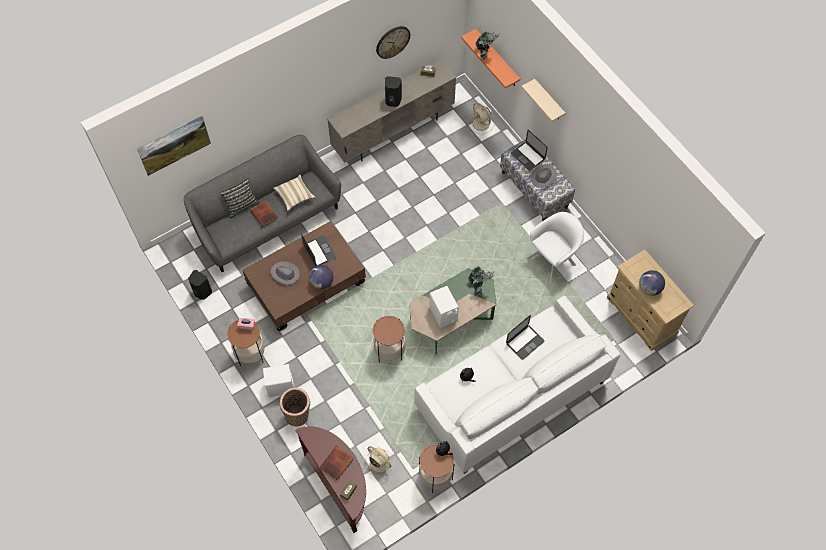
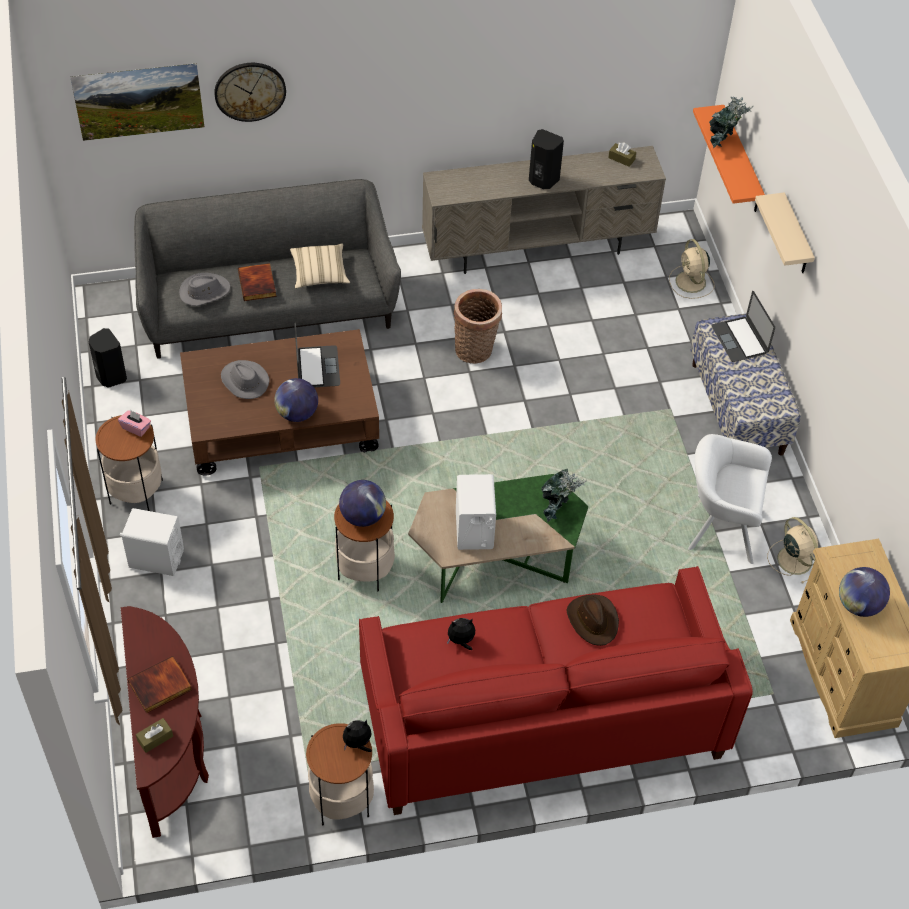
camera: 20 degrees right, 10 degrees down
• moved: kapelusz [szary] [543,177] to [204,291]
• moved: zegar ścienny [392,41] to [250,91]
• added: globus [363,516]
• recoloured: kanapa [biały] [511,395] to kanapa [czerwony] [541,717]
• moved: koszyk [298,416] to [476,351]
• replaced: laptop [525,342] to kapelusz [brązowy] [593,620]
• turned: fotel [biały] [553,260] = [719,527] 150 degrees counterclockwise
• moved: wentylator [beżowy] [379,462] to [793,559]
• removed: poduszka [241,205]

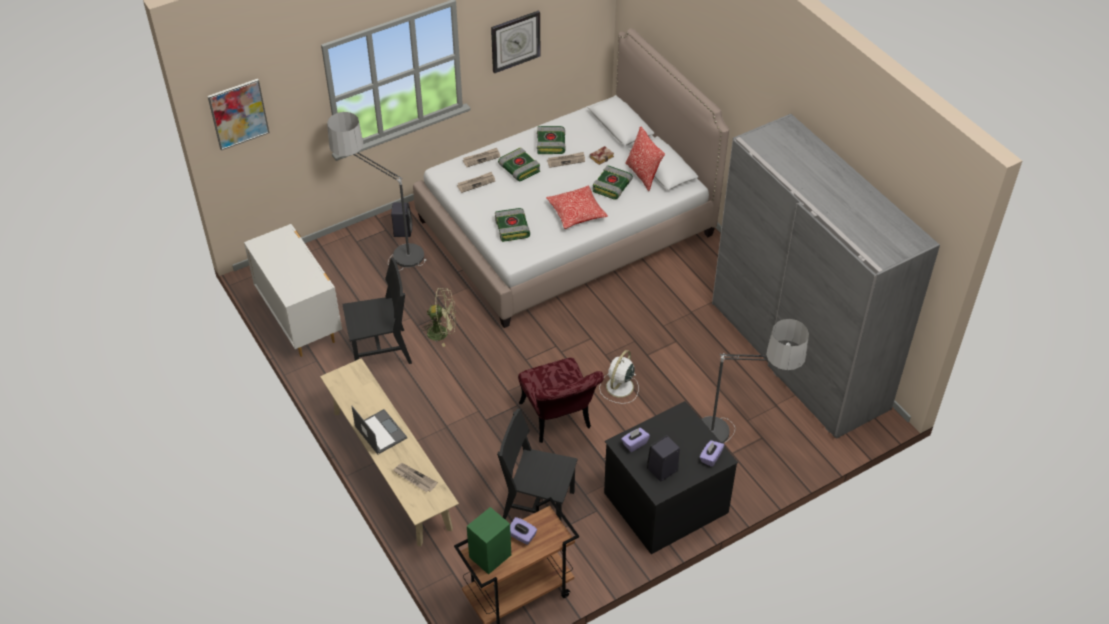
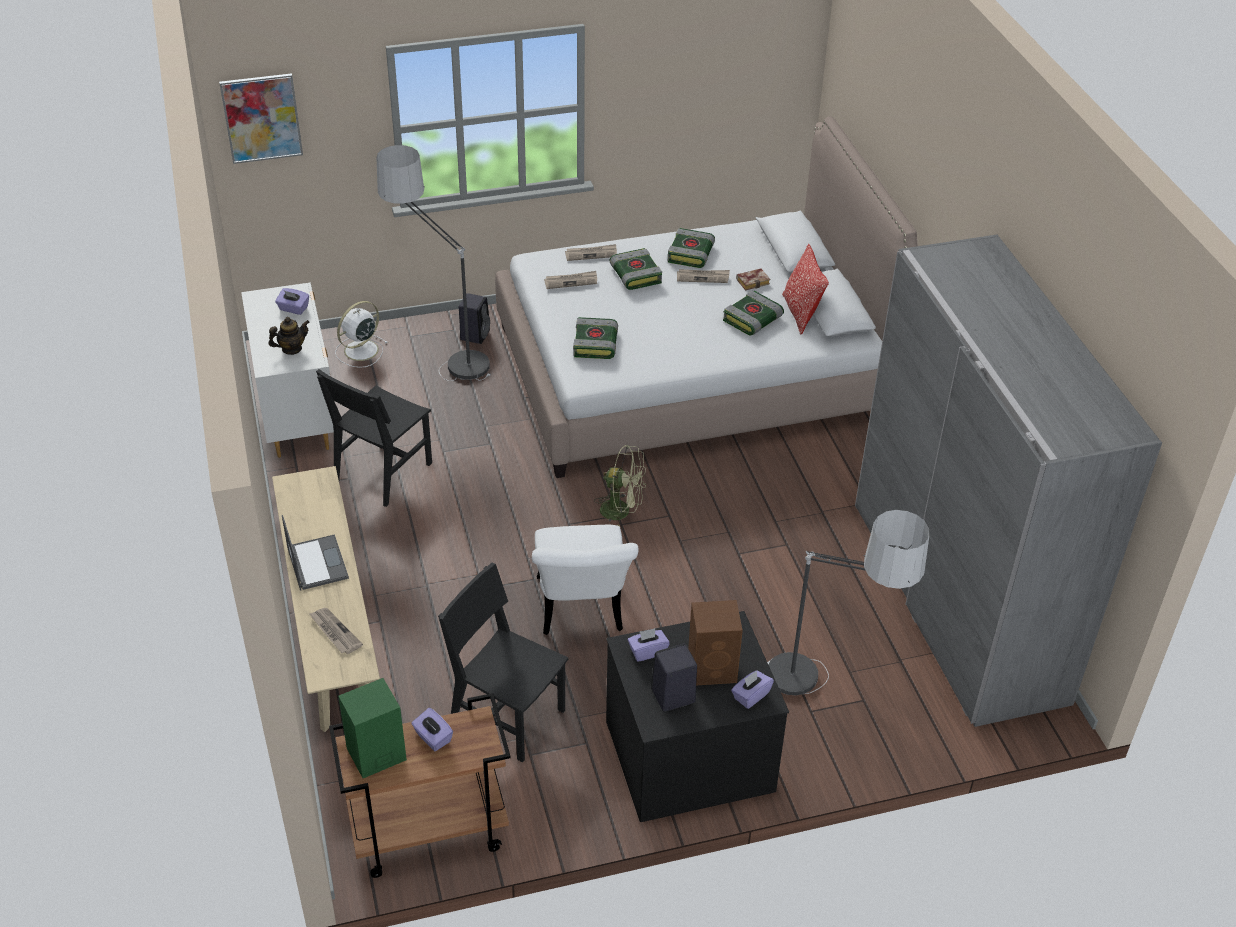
camera: 15 degrees right, 5 degrees down
• added: imbryk [291,349]
• added: pudełko chusteczek [fioletowy] [293,309]
• turned: krzesło [czarny] [381,351] = [383,472] 120 degrees clockwise
• moved: wentylator [biały] [619,387] to [360,351]
• recoloured: krzesło [czerwony] [558,421] to krzesło [biały] [581,612]
• moved: wentylator [zielony] [442,332] to [622,511]
• added: głośnik [brązowy] [713,668]
• removed: zegar ścienny [515,41]
• removed: poduszka [576,213]

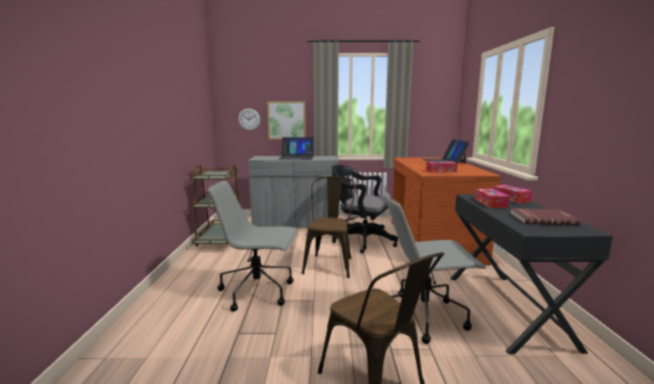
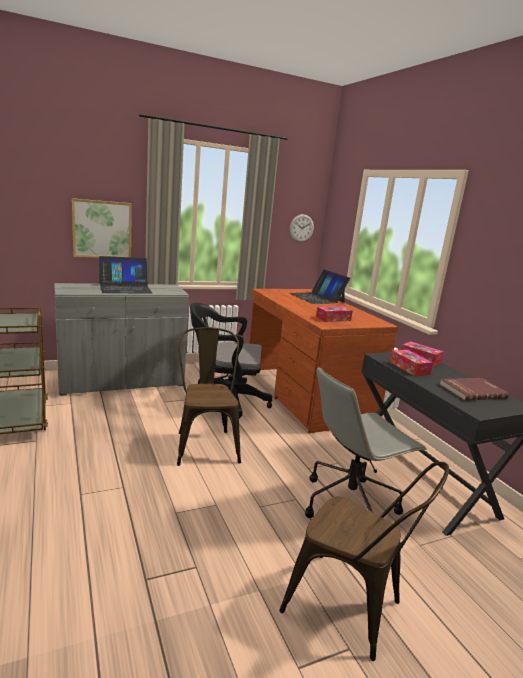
camera: 25 degrees left, 5 degrees up
• moved: zegar ścienny [249,119] to [301,228]
• removed: krzesło biurowe [szary] [258,292]

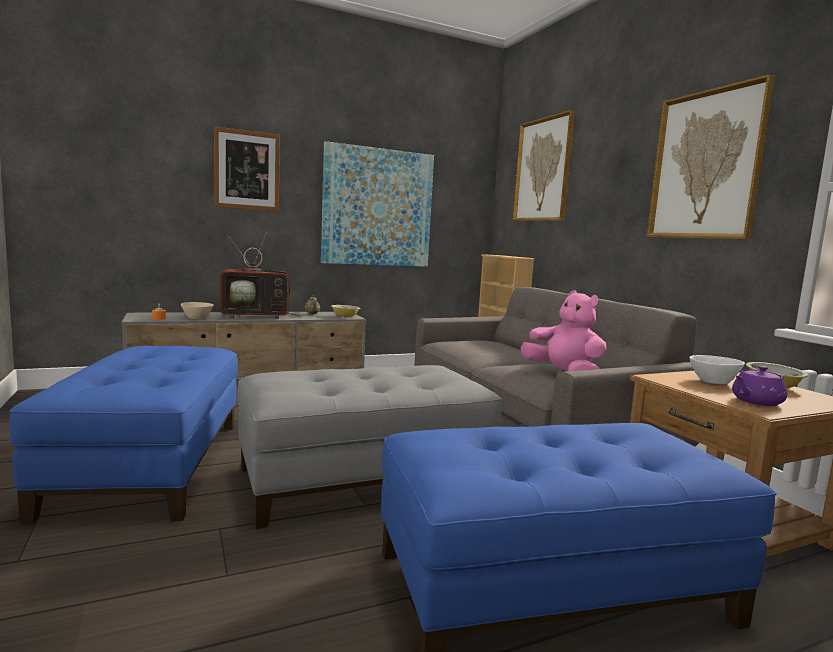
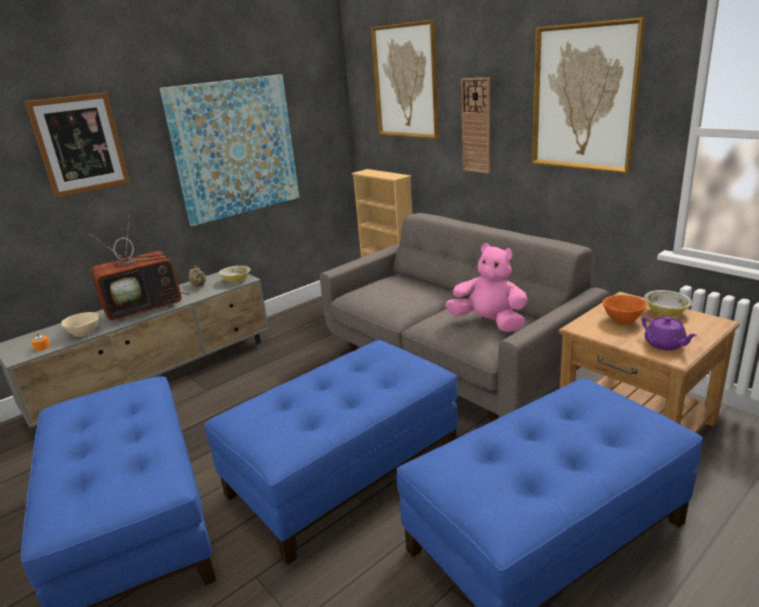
camera: 15 degrees left, 15 degrees up
• recoloured: pufa [szary] [363,478] to pufa [niebieski] [343,470]
• added: zegar ścienny [476,126]
• recoloured: miska [biały] [712,381] to miska [pomarańczowy] [622,319]
• turned: imbryk [fioletowy] [756,402] = [665,344] 75 degrees counterclockwise

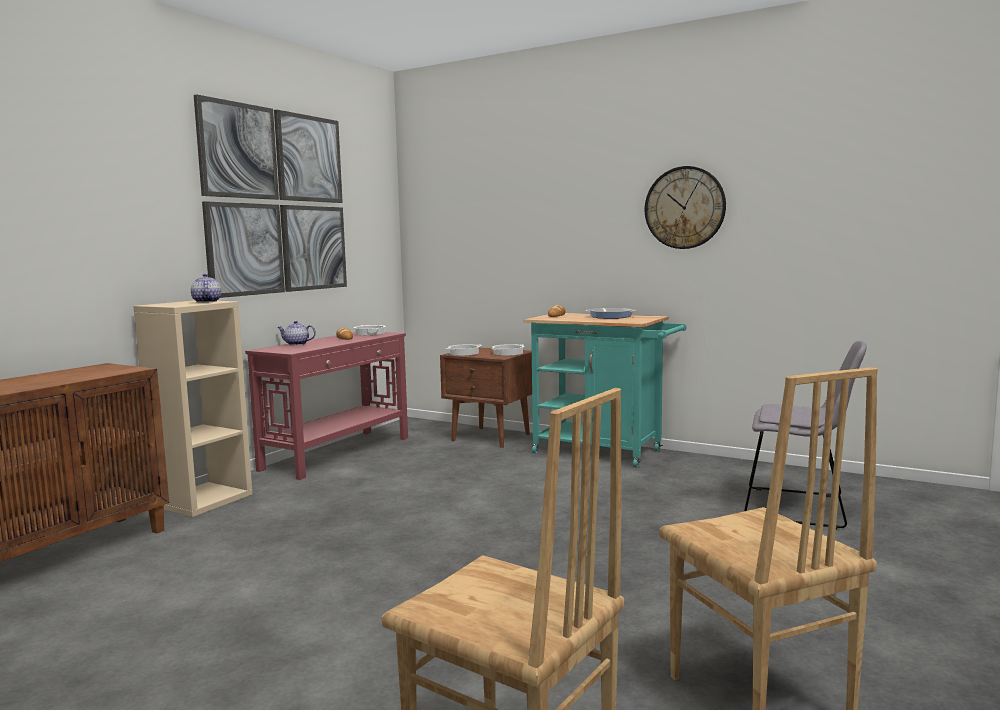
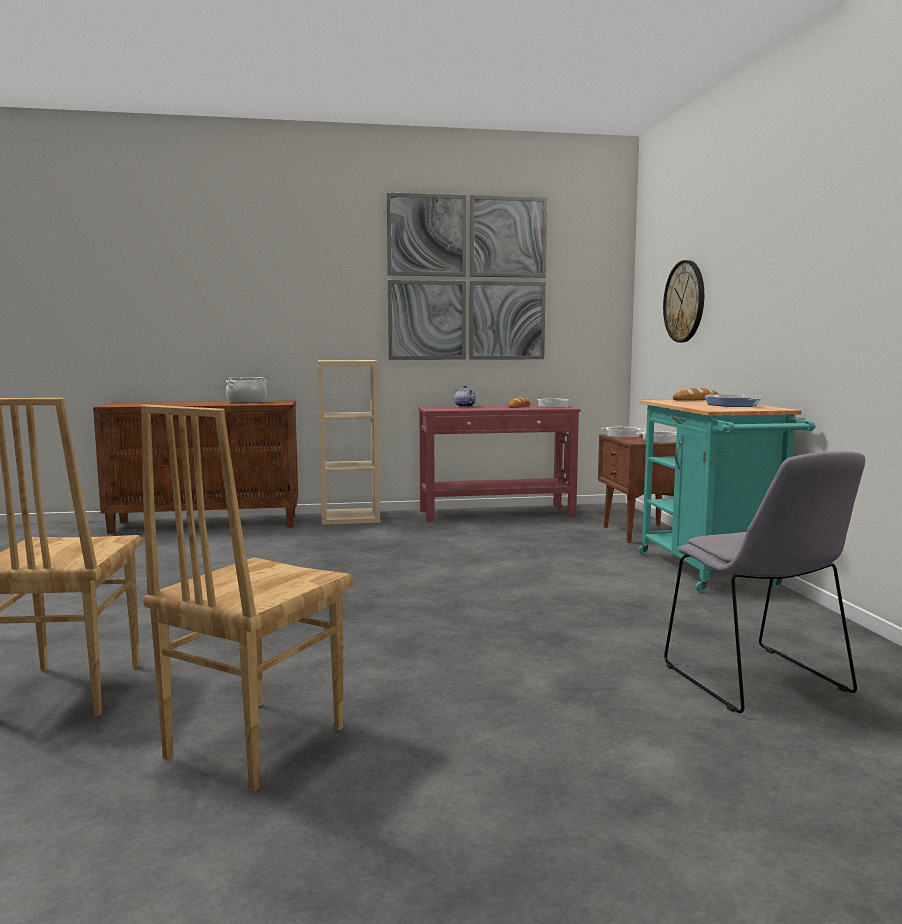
camera: 50 degrees right, 0 degrees up
• added: garnek [247,402]
• moved: zegar ścienny [684,208] to [684,301]
• removed: imbryk [206,302]

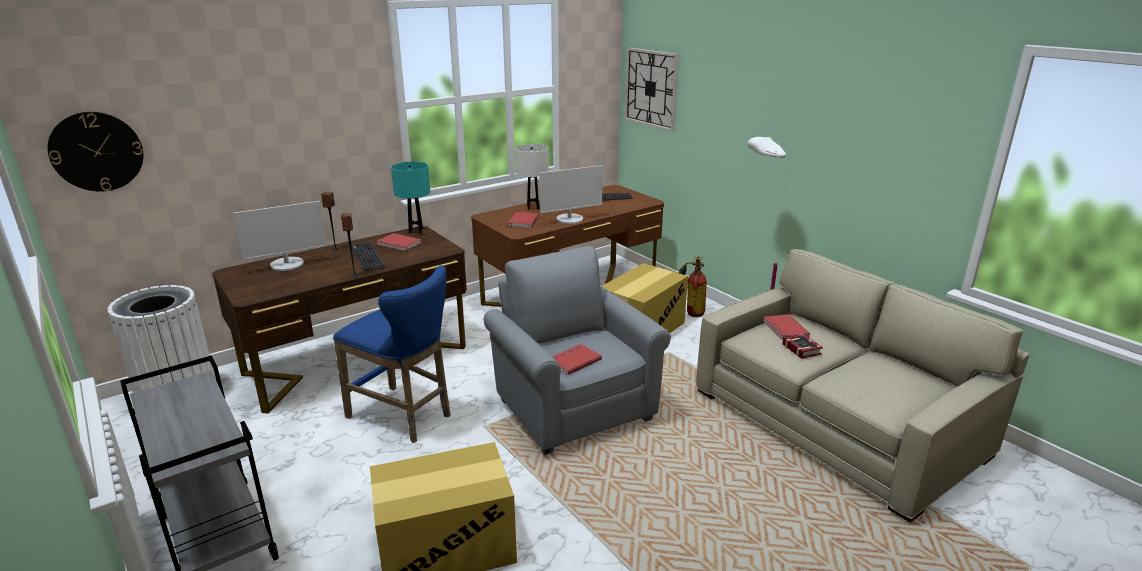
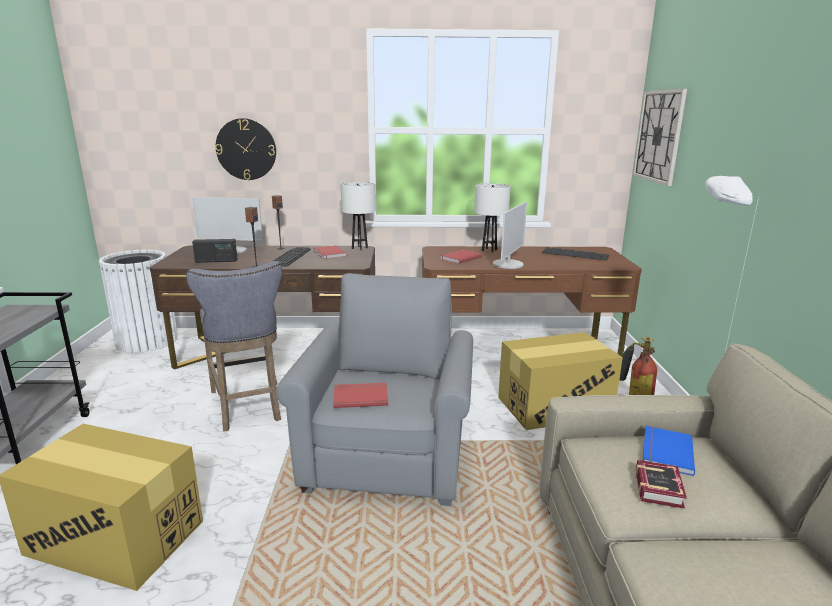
camera: 35 degrees right, 5 degrees down
• recoloured: stołek [niebieski] [404,417] to stołek [szary] [247,407]
• added: radio [216,261]
• moved: zegar ścienny [96,151] to [246,149]
• recoloured: lampa stołowa [turkusowy] [416,231] to lampa stołowa [biały] [359,248]
• turned: monitor [570,219] = [508,264] 75 degrees counterclockwise
• recoloured: książka [czerwony] [784,329] to książka [niebieski] [665,452]

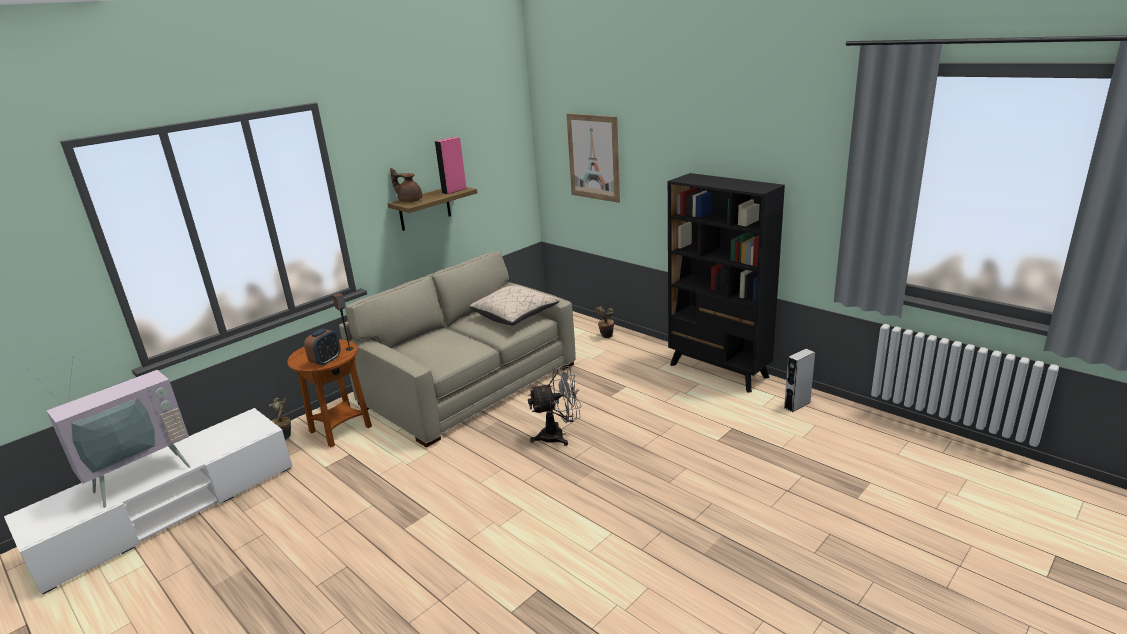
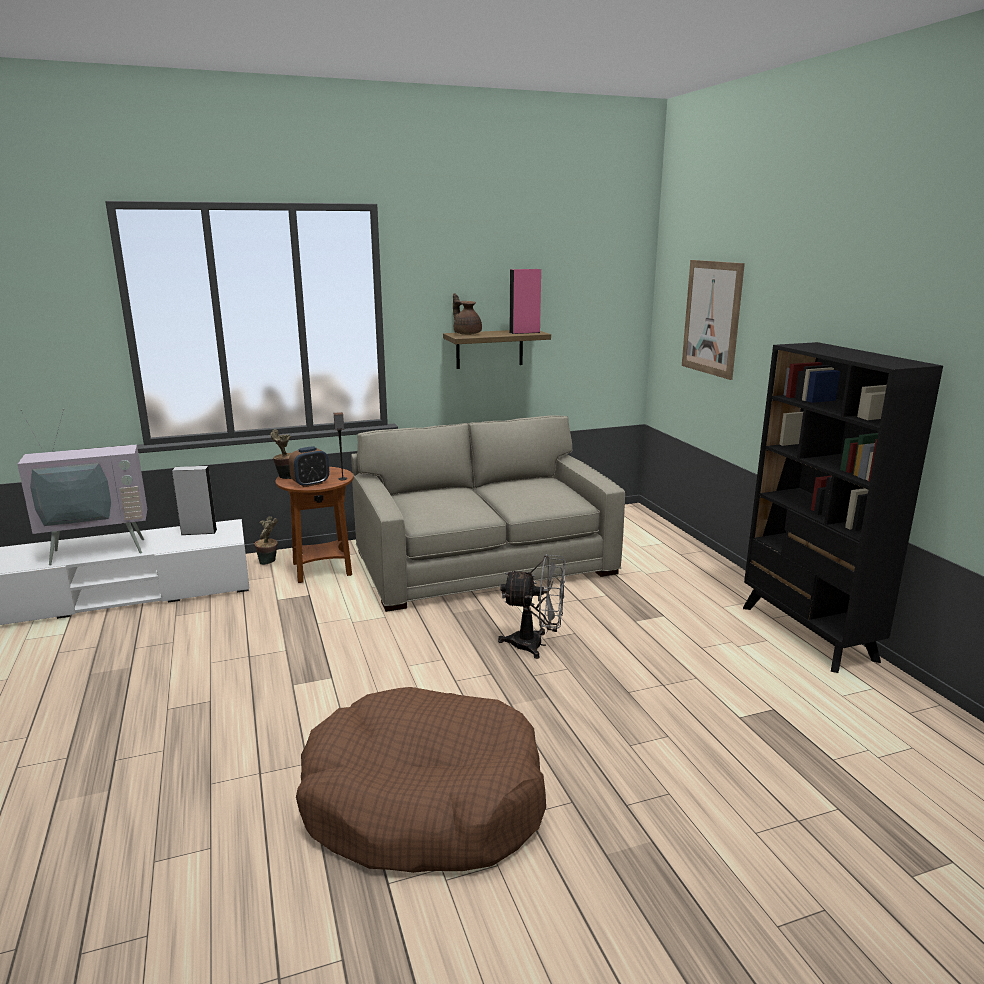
camera: 25 degrees right, 5 degrees down
• moved: głośnik [szary] [797,405] to [199,532]
• moved: roślina doniczkowa [606,337] to [285,477]
• added: legowisko [brązowy] [423,802]
• removed: poduszka [beżowy] [515,316]

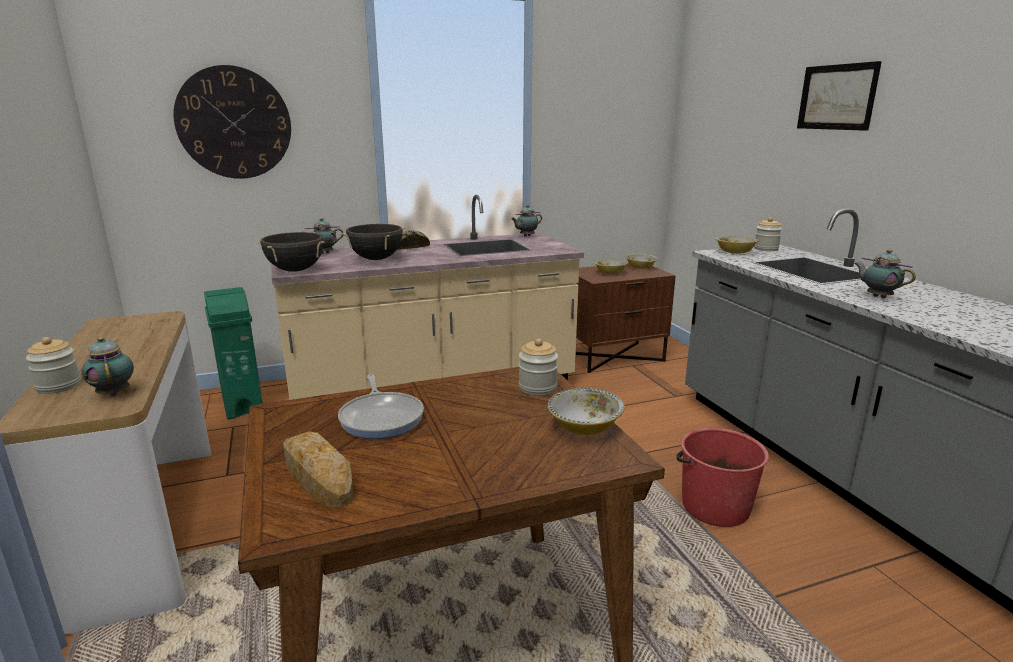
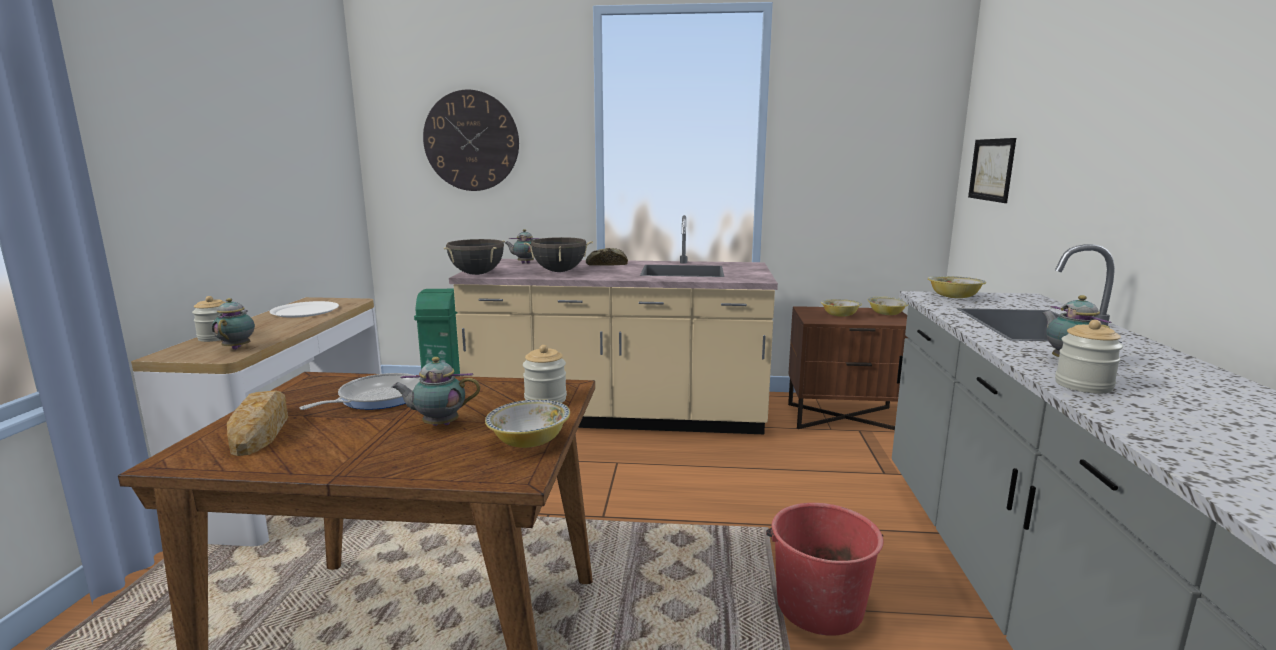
camera: 25 degrees right, 5 degrees down
• added: talerz [biały] [305,311]
• turned: patelnia [382,418] = [377,398] 150 degrees counterclockwise
• moved: imbryk [526,236] to [438,425]
• moved: obraz [836,97] to [991,169]
• moved: słoik [766,249] to [1083,385]

